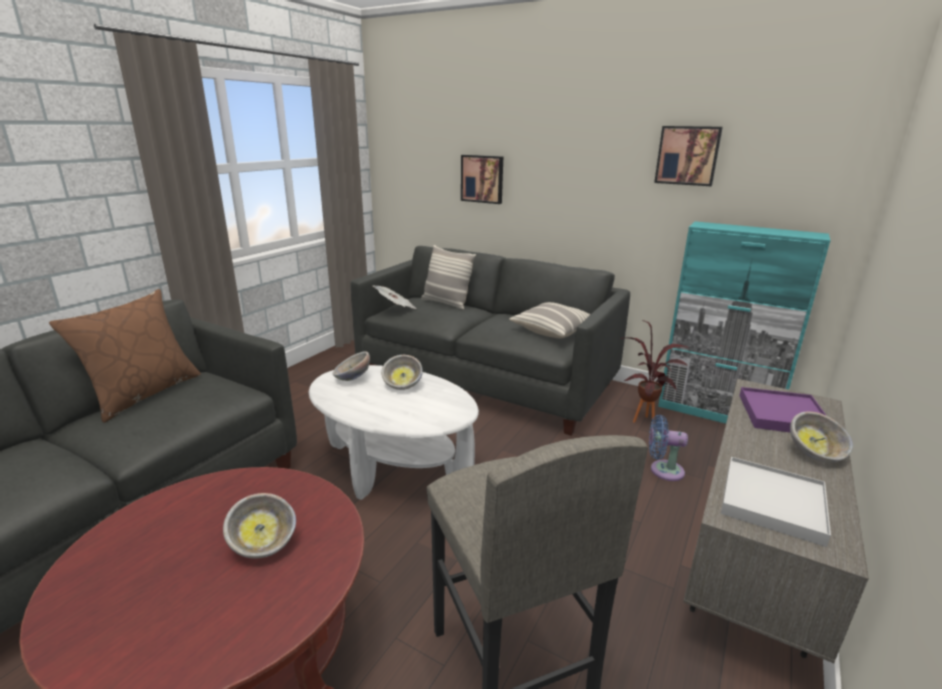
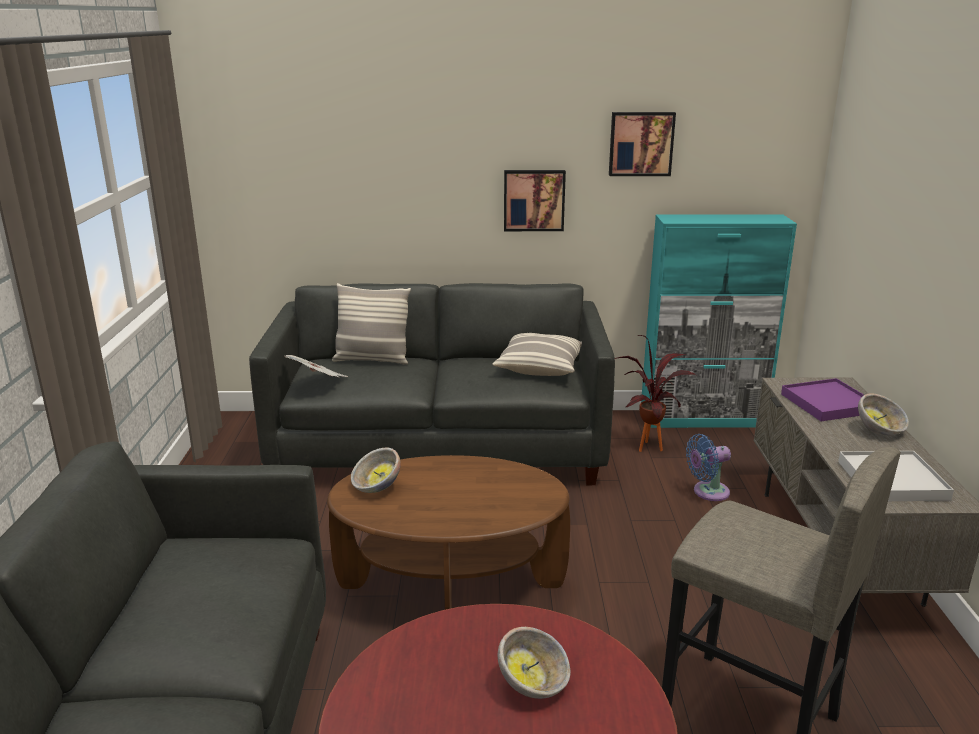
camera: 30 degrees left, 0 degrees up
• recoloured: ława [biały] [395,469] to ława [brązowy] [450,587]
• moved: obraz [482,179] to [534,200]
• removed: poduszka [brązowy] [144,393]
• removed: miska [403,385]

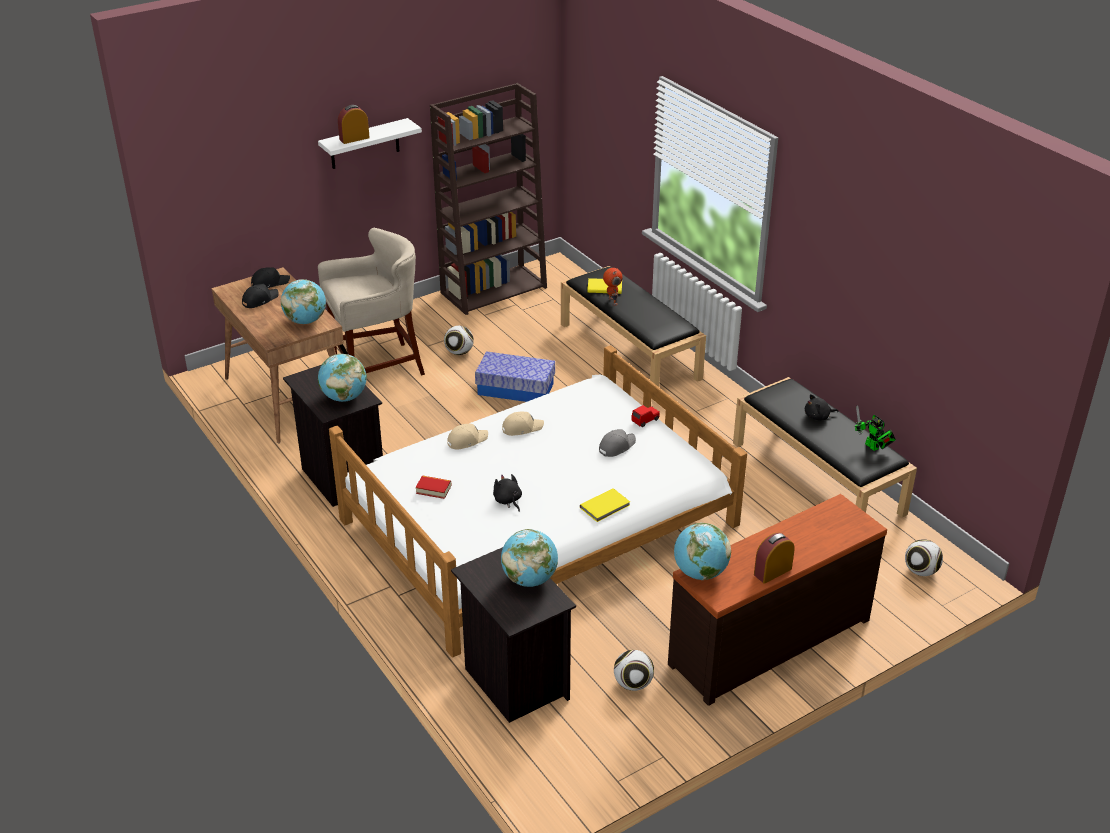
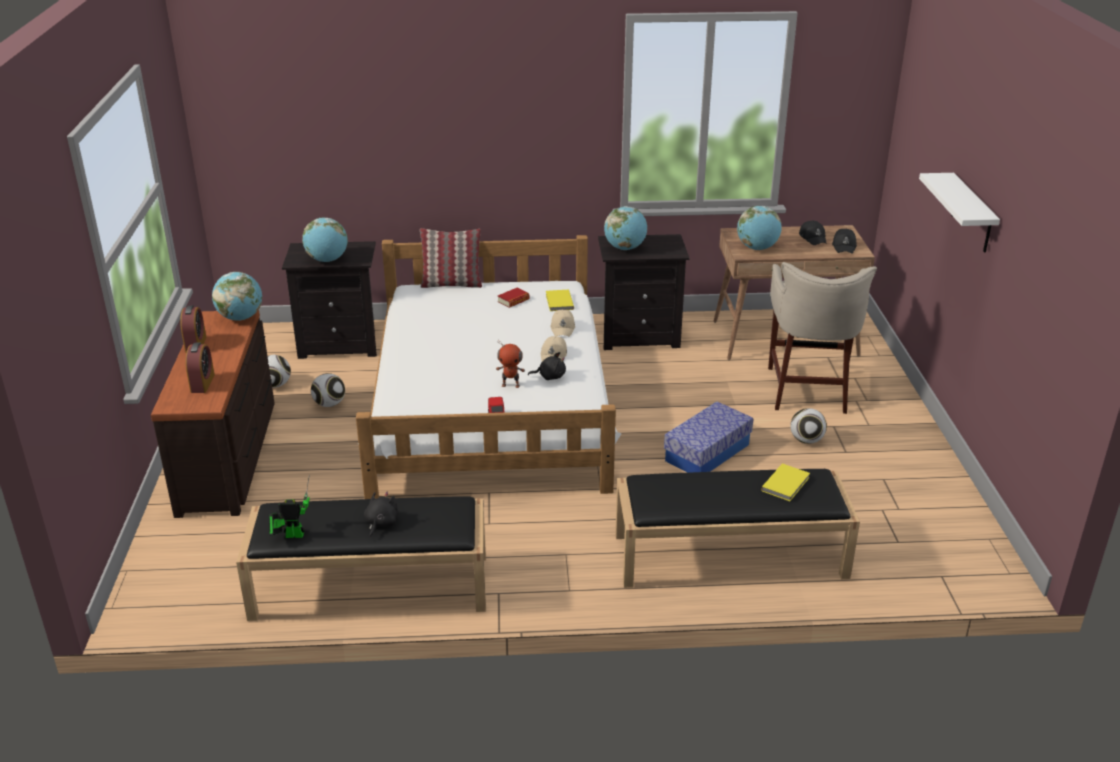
camera: 120 degrees right, 5 degrees down
• moved: budzik [354,138] to [202,383]
• moved: piłka futbolowa [921,571] to [329,404]
• added: poduszka [451,284]
• moved: robot zabawkowy [611,302] to [511,385]
• moved: pluszak [czarny] [508,501] to [550,376]
• moved: książka [żółty] [606,507] to [558,302]
• removed: regał [brązowy] [494,289]
• removed: czapka z daszkiem [szary] [616,446]

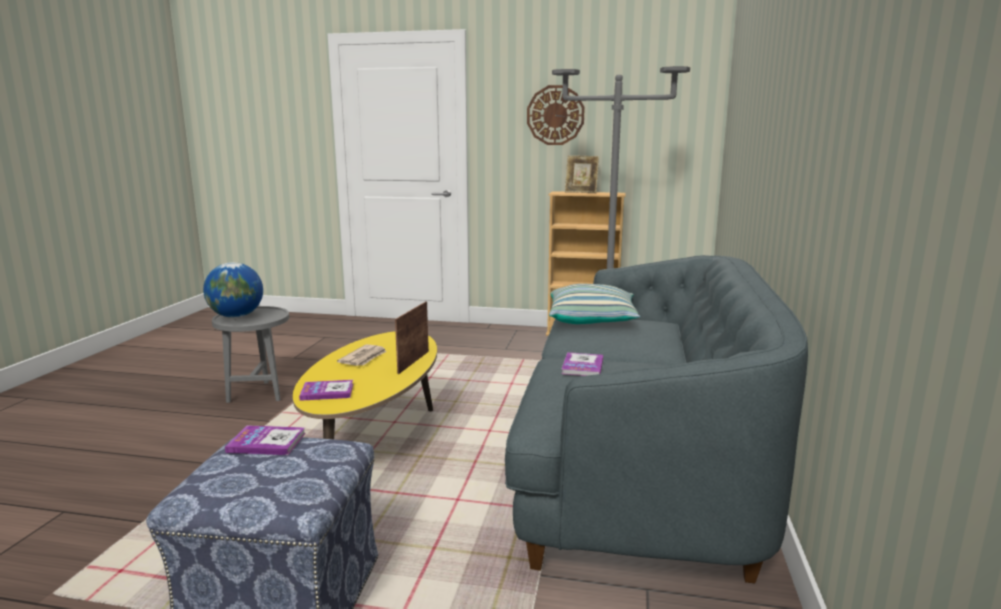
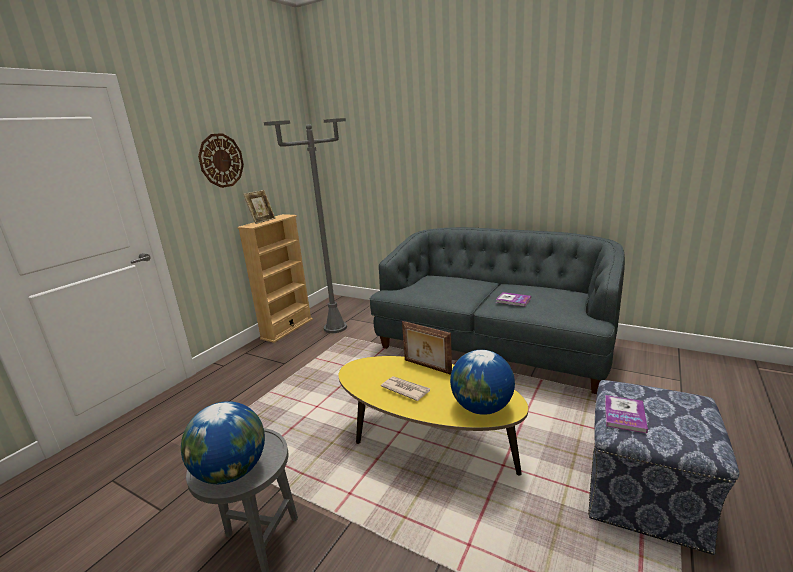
camera: 70 degrees left, 5 degrees up
• replaced: książka [327,392] to globus [482,408]
• removed: poduszka [592,320]

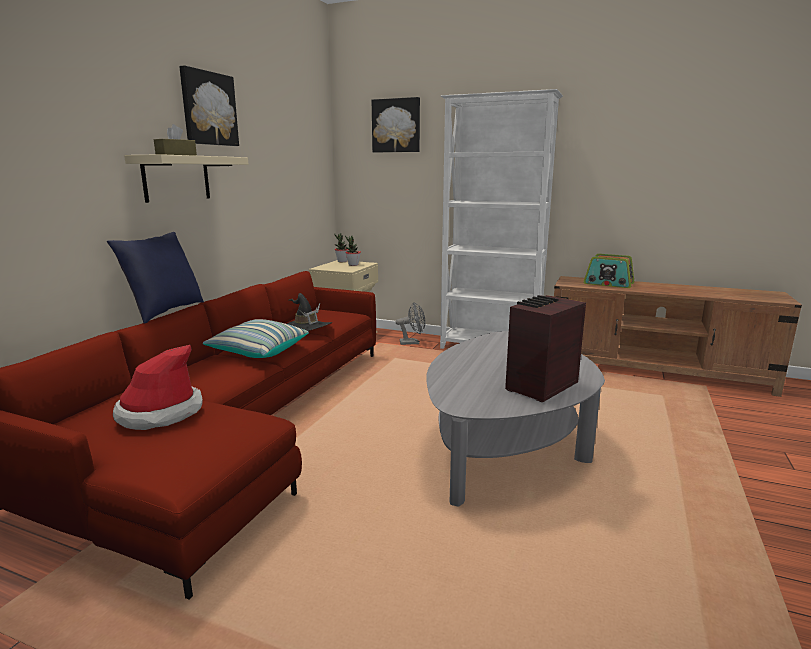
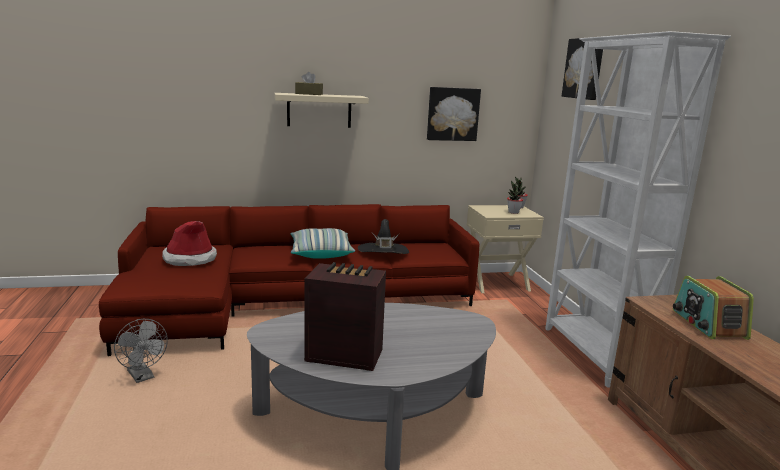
camera: 55 degrees right, 0 degrees up
• moved: wentylator [szary] [412,342] to [143,377]
• moved: obraz [208,109] to [452,114]
• removed: poduszka [niebieski] [164,312]

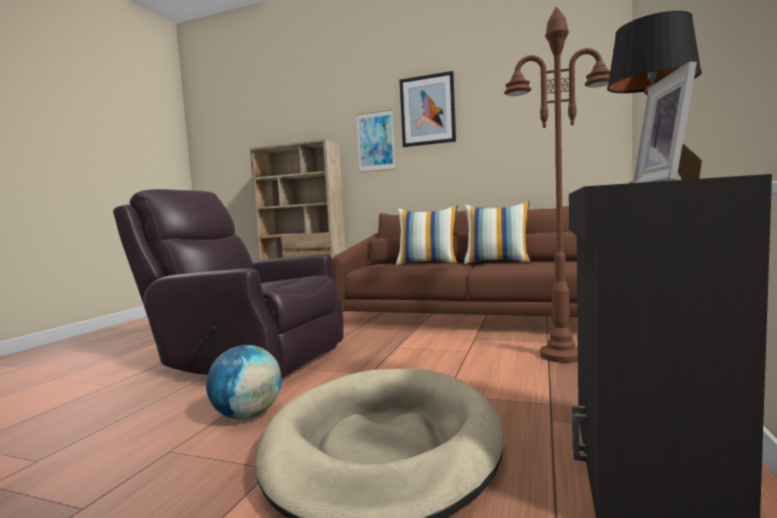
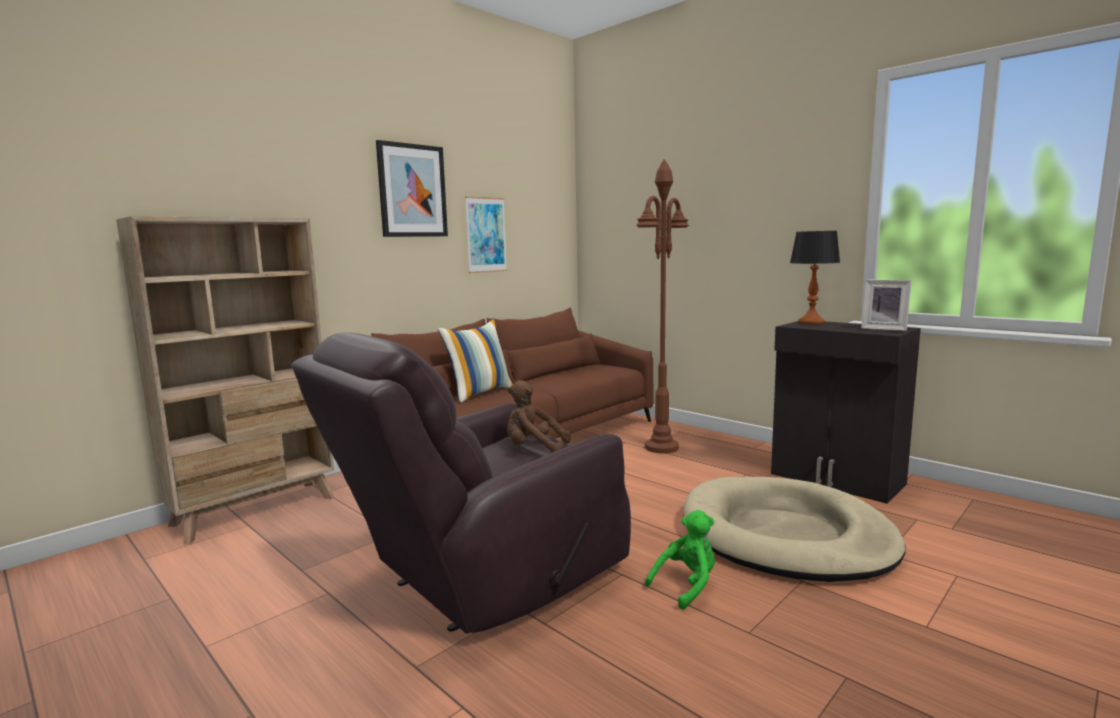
camera: 65 degrees left, 5 degrees up
• moved: obraz [375,141] to [486,235]
• added: pluszak [brązowy] [534,449]
• replaced: globus [247,415] to pluszak [zielony] [687,586]
• removed: poduszka [497,262]

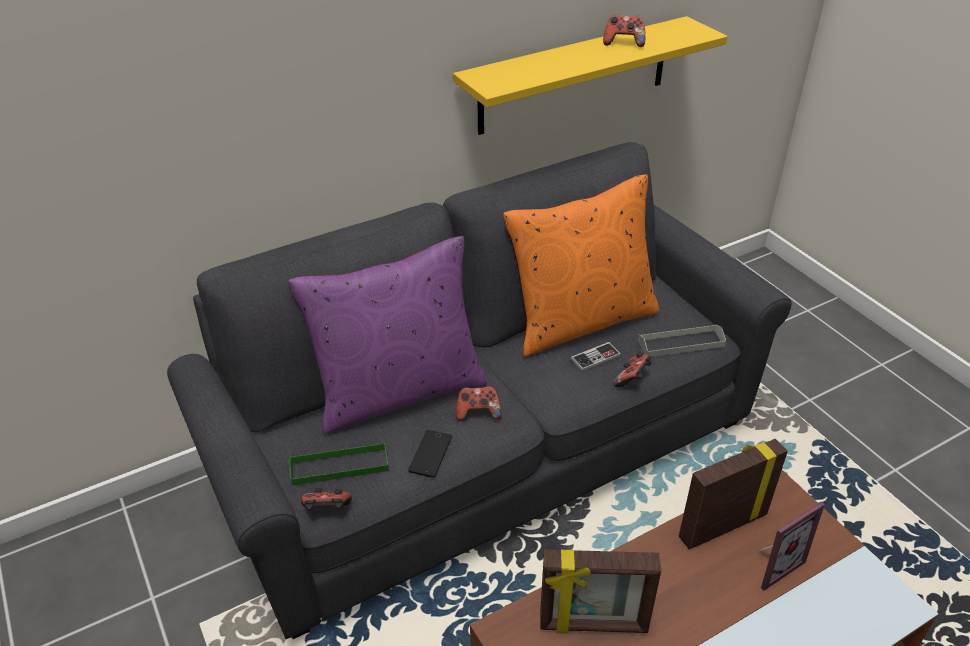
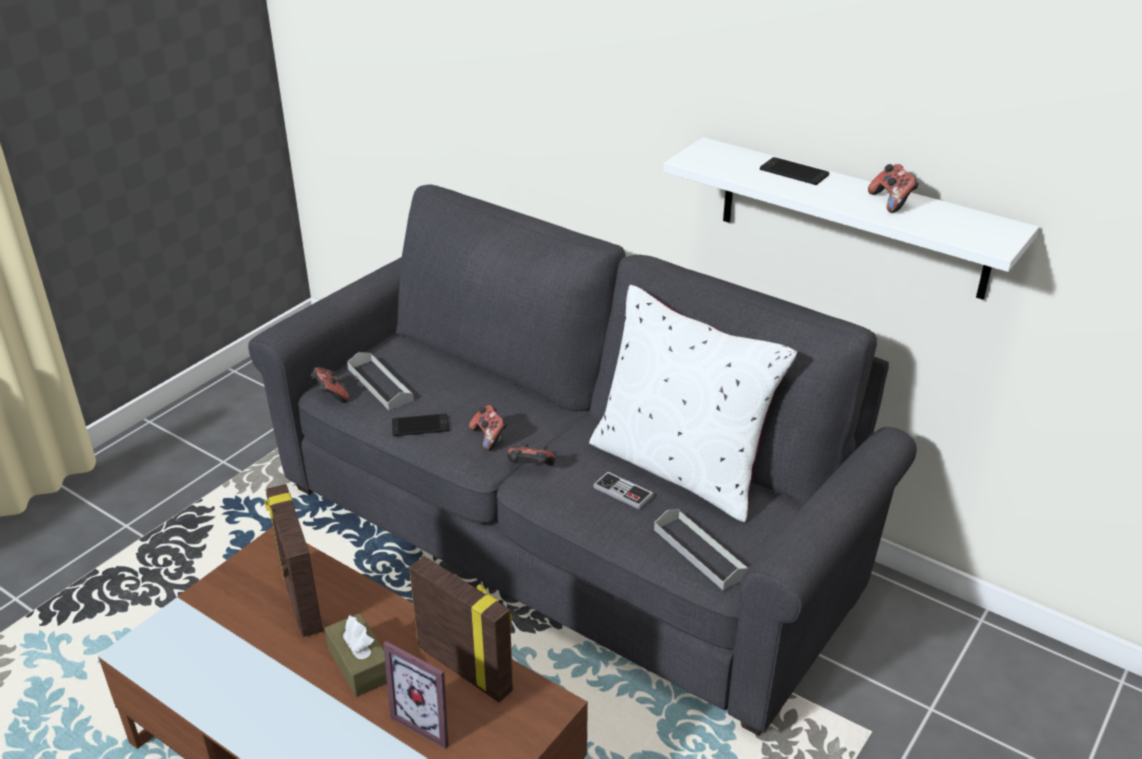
camera: 65 degrees right, 5 degrees down
• added: pudełko chusteczek [brązowy] [359,665]
• recoloured: taca [zielony] [339,466] to taca [szary] [380,384]
• moved: pad do gier [632,379] to [530,468]
• recoloured: poduszka [pomarańczowy] [580,320] to poduszka [biały] [681,467]
• recoloured: półka [żółty] [574,76] to półka [biały] [852,218]
• added: telefon [794,172]
• removed: poduszka [fioletowy] [398,391]

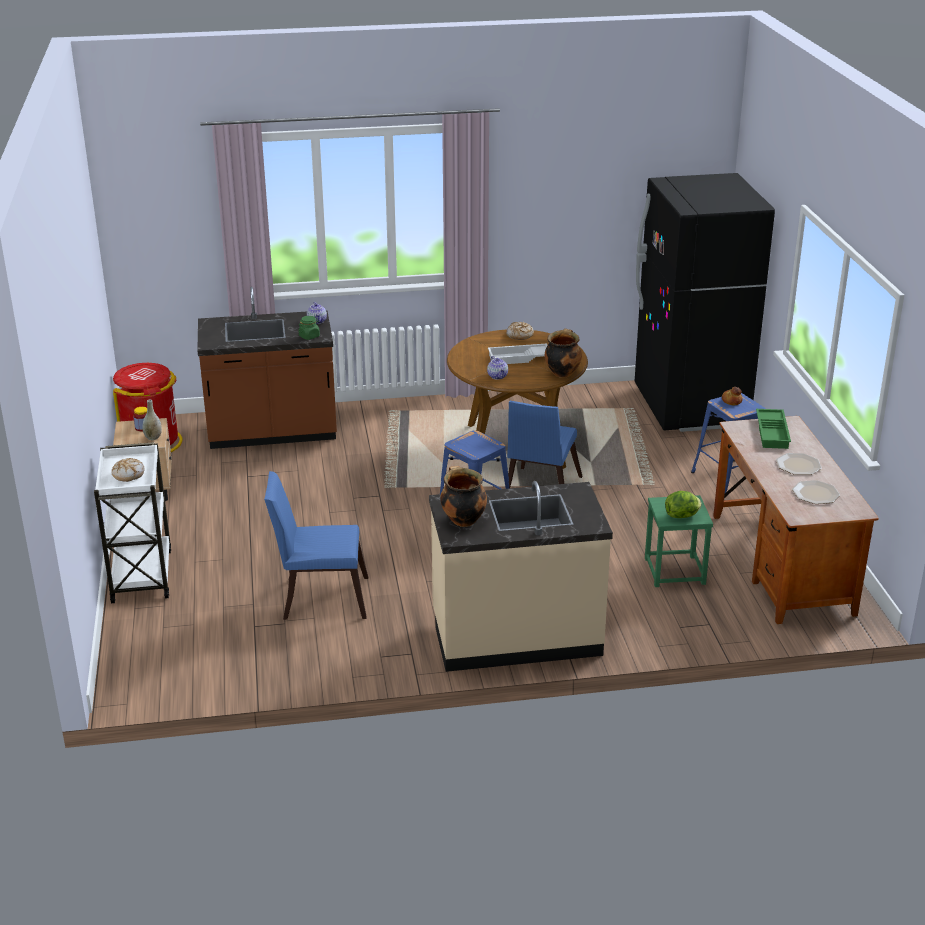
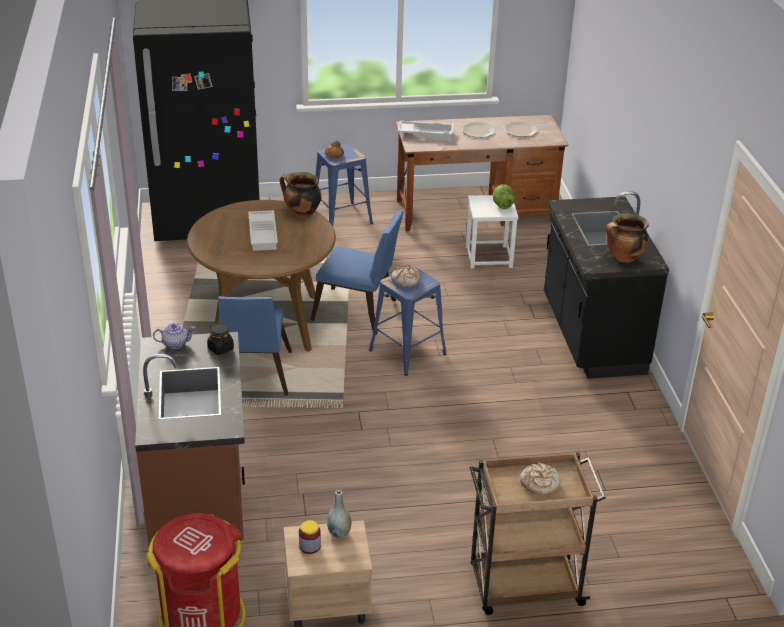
camera: 90 degrees left, 5 degrees up
• recoloured: słoik [zielony] [309,336] to słoik [czarny] [220,348]
• moved: krzesło [niebieski] [319,598] to [254,377]
• moved: chleb [519,335] to [406,280]
• recoloured: taca [zielony] [773,433] to taca [biały] [426,133]
• recoloured: stołek [zielony] [674,571] to stołek [biały] [488,257]
• recoloured: wózek [biały] [141,575] to wózek [brązowy] [524,586]
• recoloured: zabudowa kuchenna [beżowy] [516,635] to zabudowa kuchenna [czarny] [591,337]
• removed: imbryk [498,376]

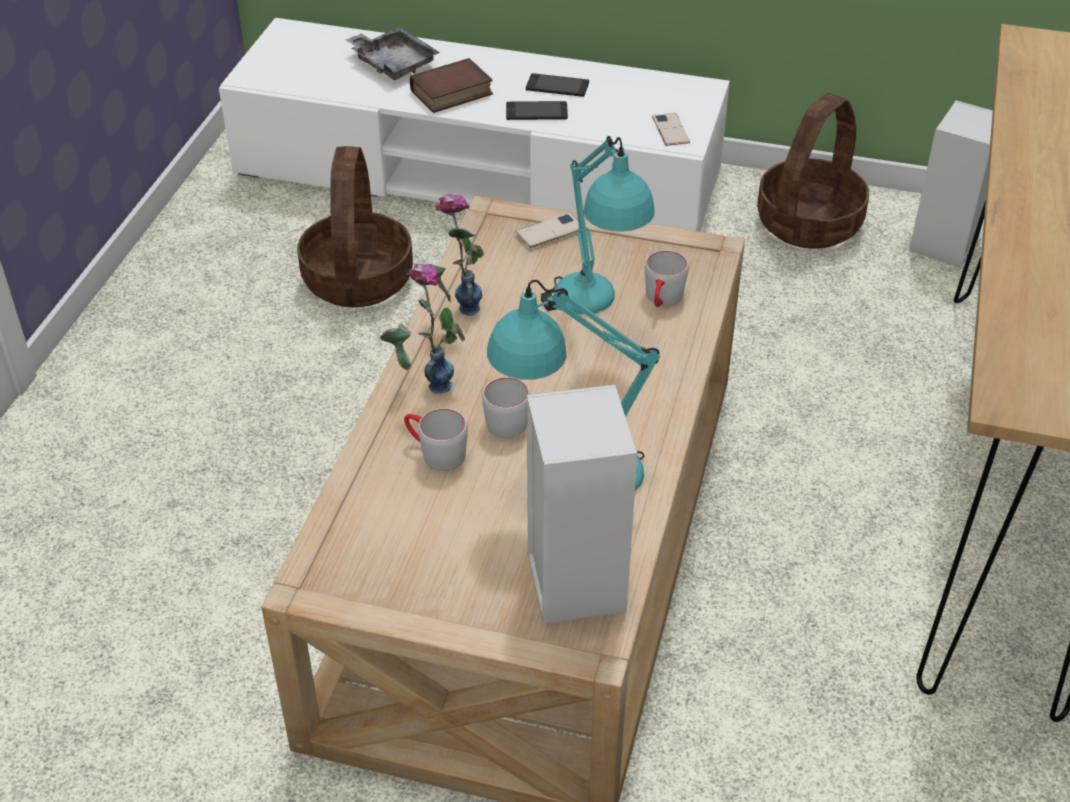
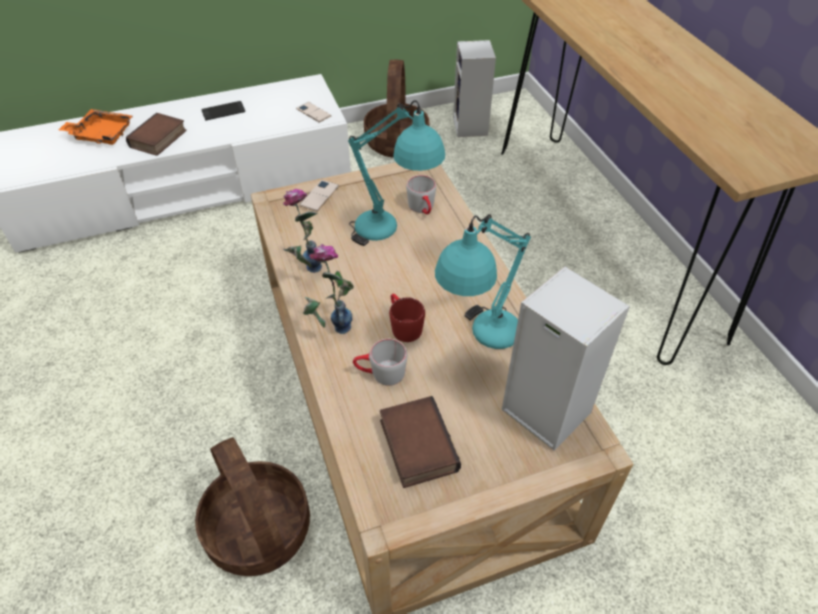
camera: 35 degrees left, 5 degrees up
• recoloured: taca [szary] [393,63] to taca [pomarańczowy] [101,134]
• moved: koszyk [357,278] to [257,528]
• added: książka [415,445]
• recoloured: kubek [szary] [507,416] to kubek [czerwony] [403,325]
• removed: telefon [536,112]

